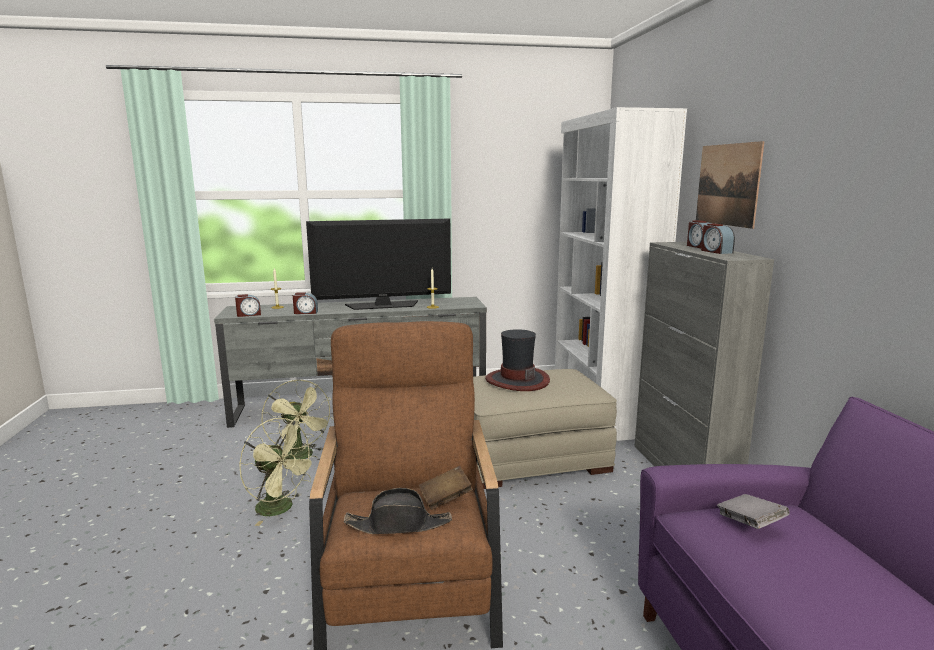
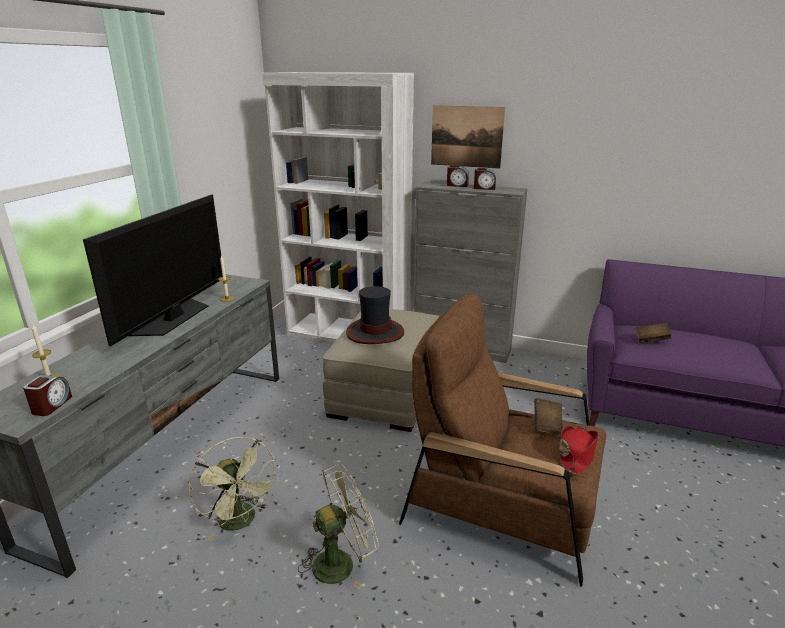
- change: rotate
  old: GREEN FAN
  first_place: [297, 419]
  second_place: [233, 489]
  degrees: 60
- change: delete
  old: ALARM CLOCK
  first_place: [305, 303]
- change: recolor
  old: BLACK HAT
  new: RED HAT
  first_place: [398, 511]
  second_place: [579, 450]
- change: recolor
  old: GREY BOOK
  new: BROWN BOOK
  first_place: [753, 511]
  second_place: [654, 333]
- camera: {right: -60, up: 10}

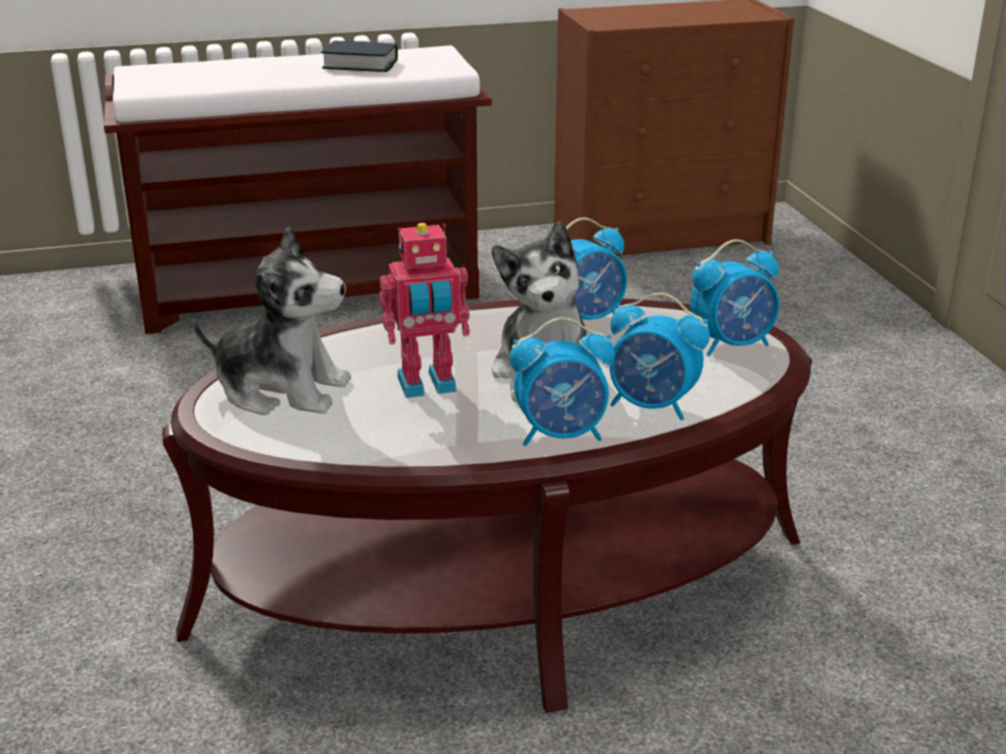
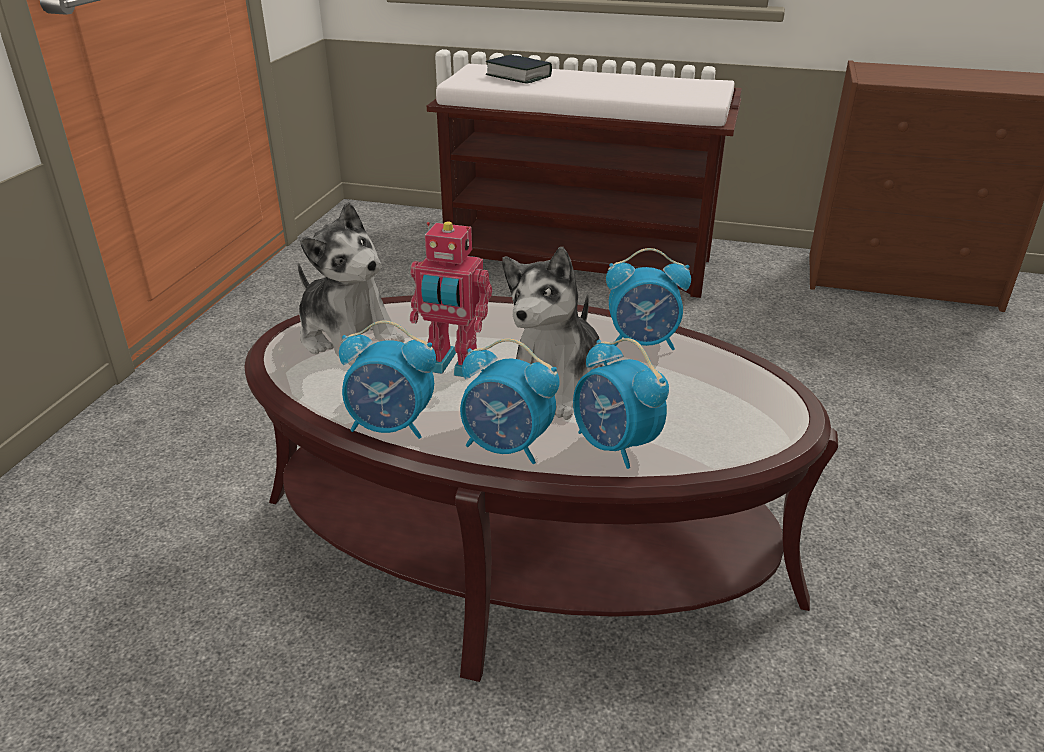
- change: move
  old: BOOK
  first_place: [359, 56]
  second_place: [519, 69]
- change: move
  old: ALARM CLOCK
  first_place: [734, 297]
  second_place: [387, 379]
- camera: {right: 30, up: 5}

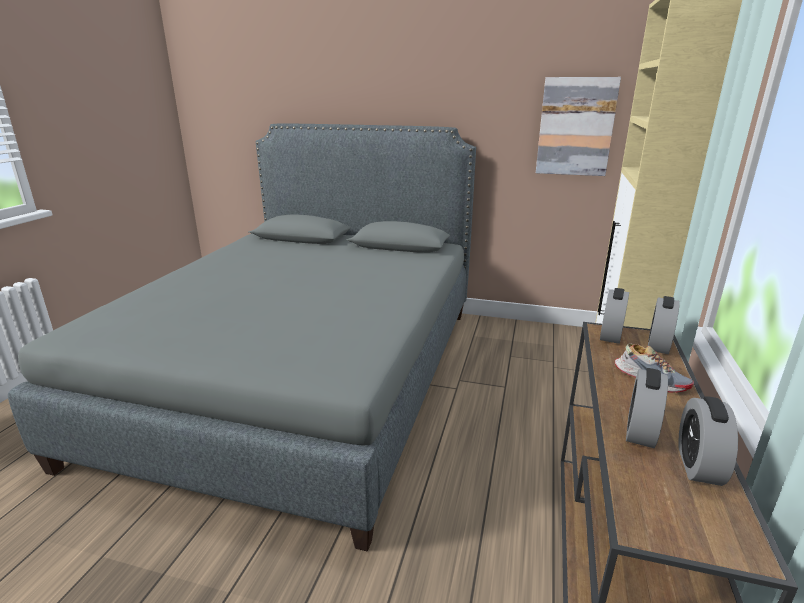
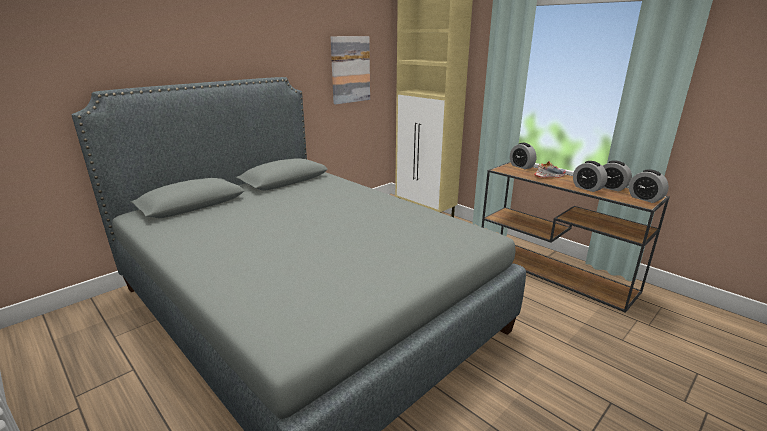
- change: move
  old: ALARM CLOCK
  first_place: [614, 316]
  second_place: [649, 186]
- camera: {right: -60, up: 0}

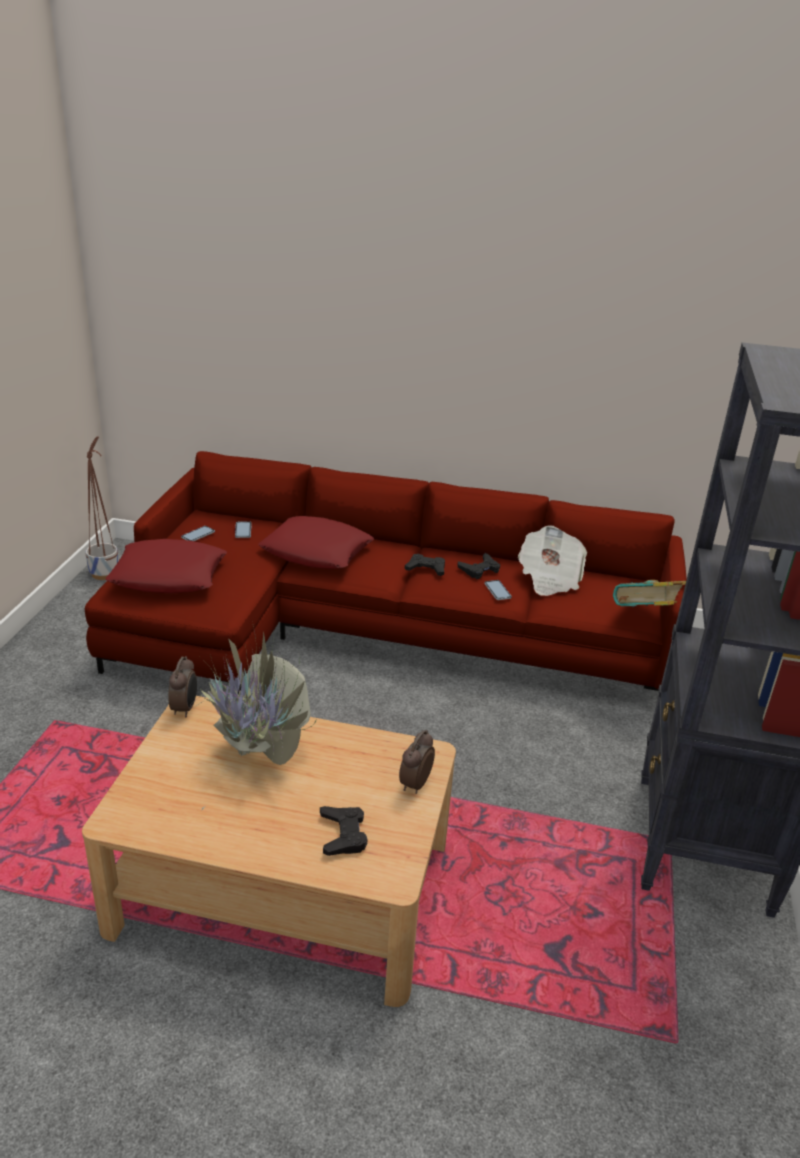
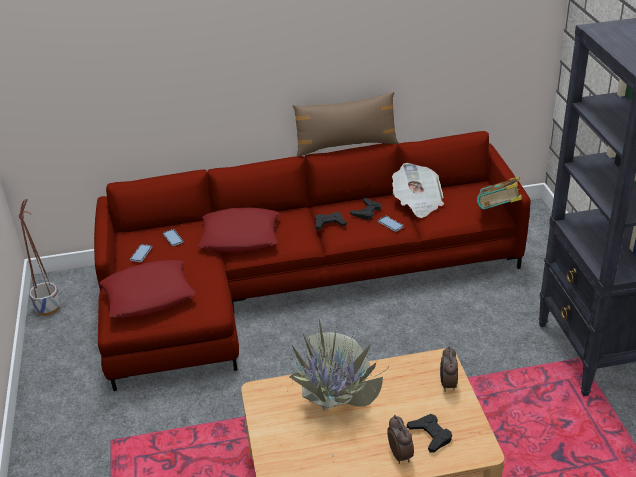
- change: move
  old: ALARM CLOCK
  first_place: [182, 686]
  second_place: [400, 439]
- change: insert
  new: BROWN PILLOW
  second_place: [346, 124]
- camera: {right: -20, up: 5}

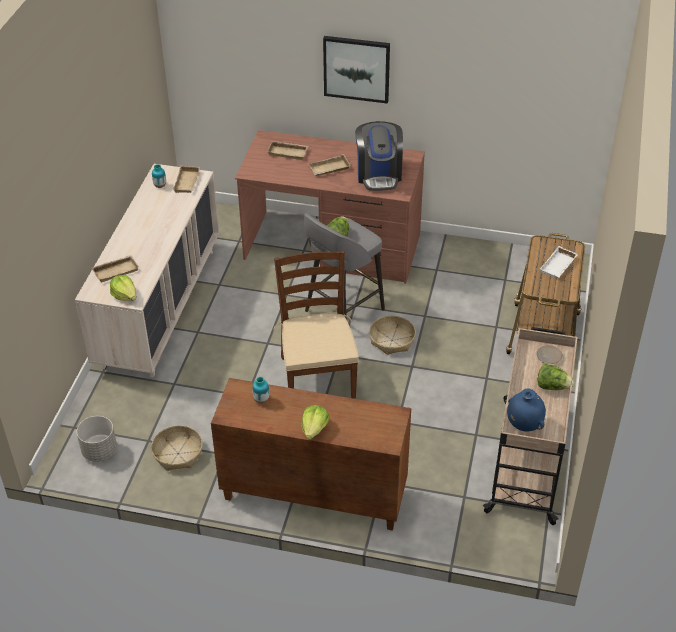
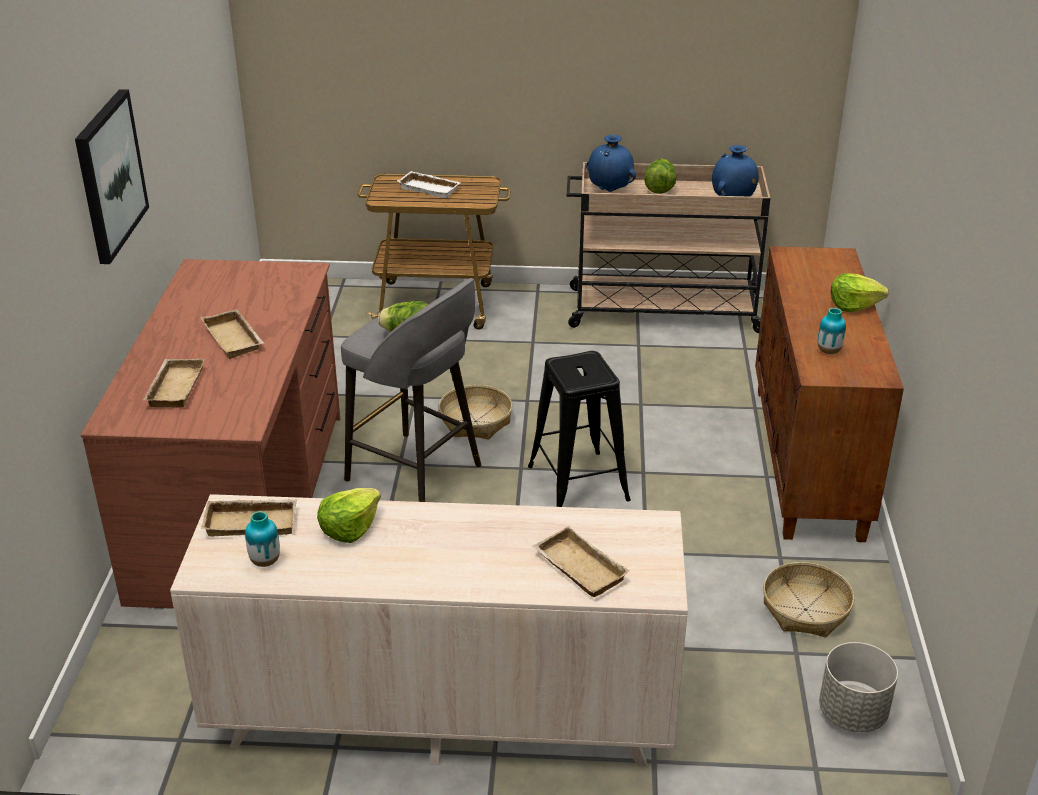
- change: move
  old: LETTUCE
  first_place: [123, 288]
  second_place: [349, 515]
- change: replace
  old: BROWN CHAIR
  new: BLACK STOOL
  first_place: [316, 325]
  second_place: [579, 429]
- change: delete
  old: COFFEE MACHINE
  first_place: [379, 156]
- change: replace
  old: BEIGE PLATE
  new: BLUE VASE
  first_place: [549, 354]
  second_place: [611, 163]
- camera: {right: -100, up: -10}

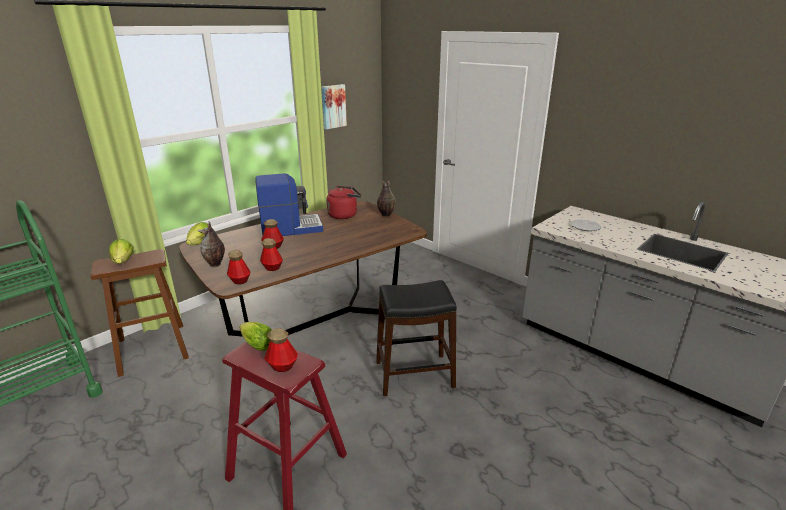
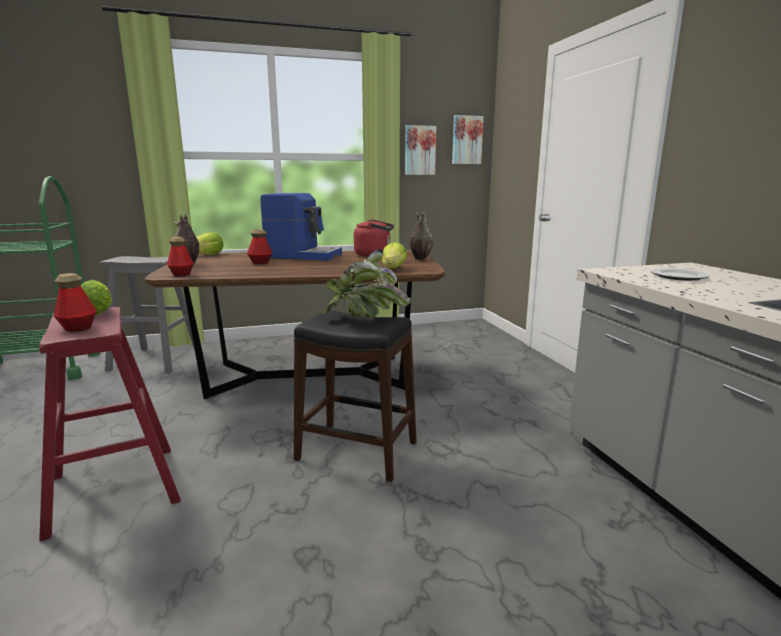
- change: recolor
  old: BROWN STOOL
  new: GREY STOOL
  first_place: [140, 313]
  second_place: [147, 314]
- change: move
  old: LETTUCE
  first_place: [121, 251]
  second_place: [394, 255]
- change: delete
  old: BOTTLE
  first_place: [271, 254]
- change: insert
  new: POTTED PLANT
  second_place: [366, 283]
- change: insert
  new: PICTURE
  second_place: [468, 139]
- camera: {right: 30, up: -10}

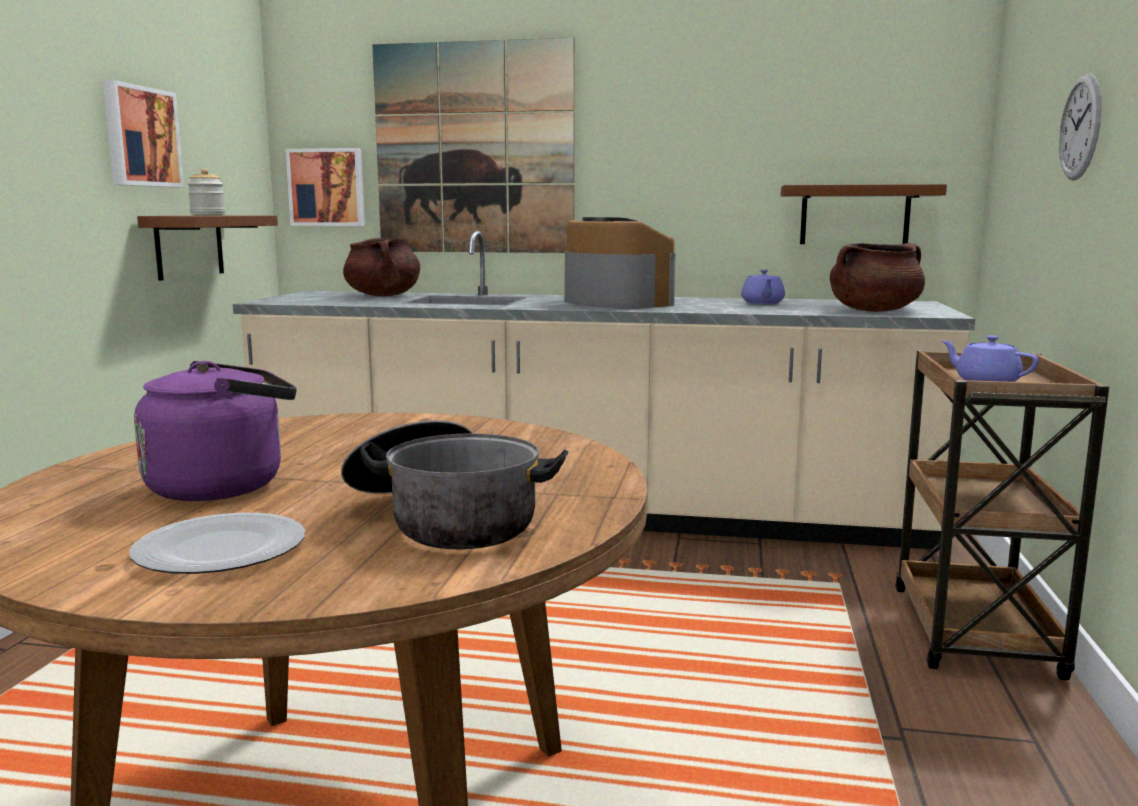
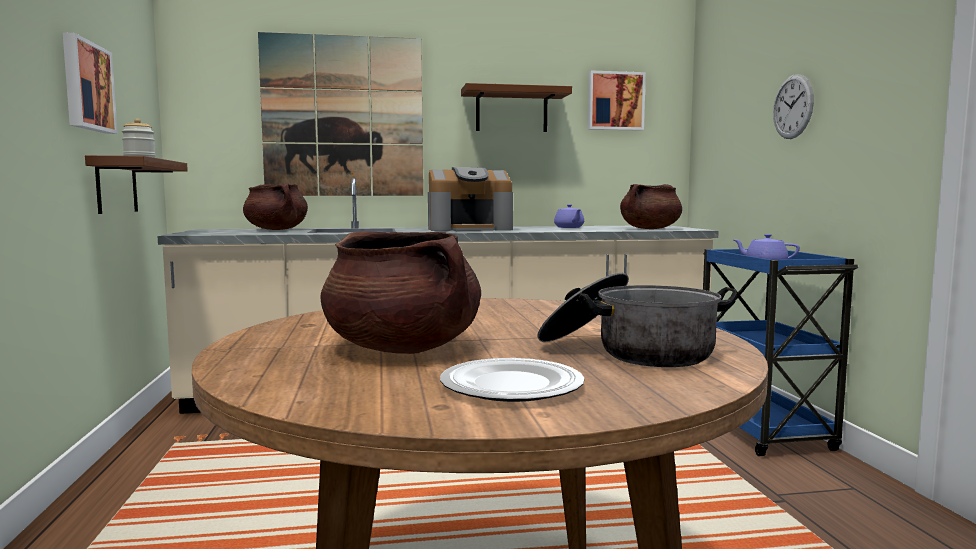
- change: replace
  old: PURPLE KETTLE
  new: BROWN COOKING POT
  first_place: [215, 431]
  second_place: [400, 292]
- change: move
  old: PICTURE
  first_place: [325, 187]
  second_place: [617, 100]
- change: rotate
  old: COFFEE MACHINE
  first_place: [620, 263]
  second_place: [470, 199]
  degrees: 135
- change: move
  old: BROWN SHELF
  first_place: [864, 214]
  second_place: [516, 107]
- change: recolor
  old: BROWN CART
  new: BLUE CART
  first_place: [1002, 515]
  second_place: [780, 352]
- camera: {right: -20, up: -5}

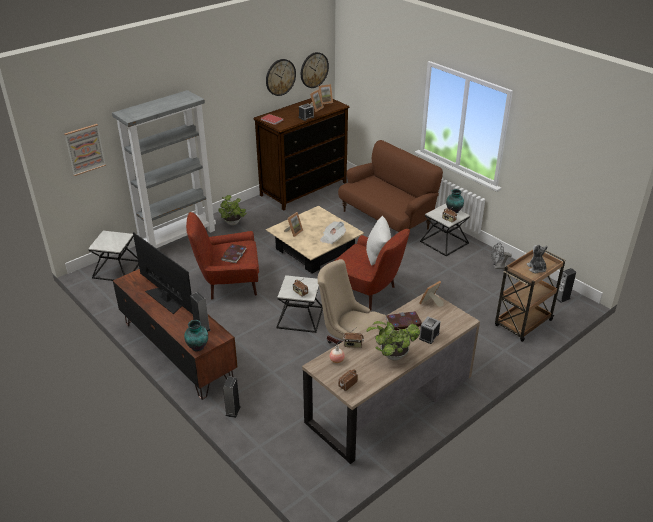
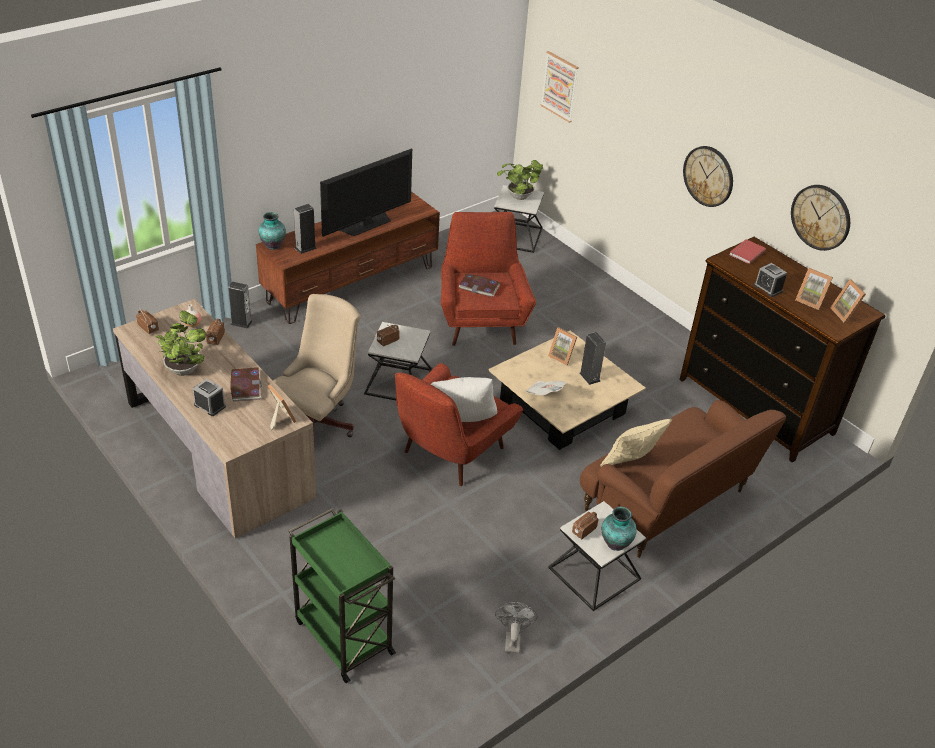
- change: delete
  old: GREY BOOKCASE
  first_place: [164, 169]
- change: move
  old: POTTED PLANT
  first_place: [232, 210]
  second_place: [520, 180]
- change: move
  old: WALL CLOCK
  first_place: [315, 70]
  second_place: [708, 176]
- change: recolor
  old: BROWN CART
  new: GREEN CART
  first_place: [530, 296]
  second_place: [342, 595]
- change: delete
  old: PLUSH TOY
  first_place: [537, 258]
- change: move
  old: SPEAKER
  first_place: [566, 285]
  second_place: [592, 358]
- change: insert
  new: BEIGE PILLOW
  second_place: [636, 443]
- camera: {right: 90, up: 5}

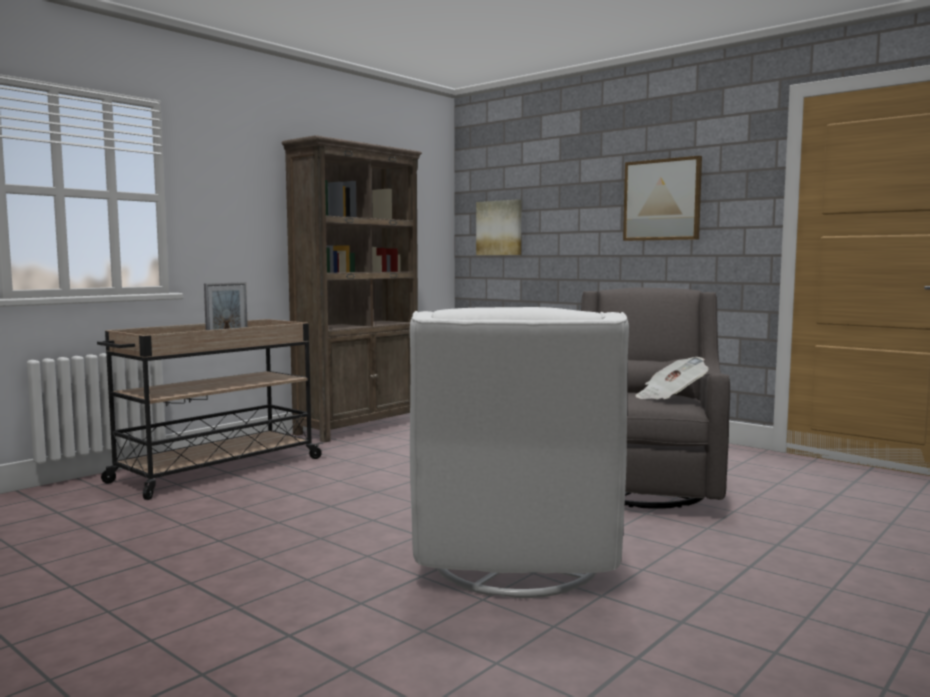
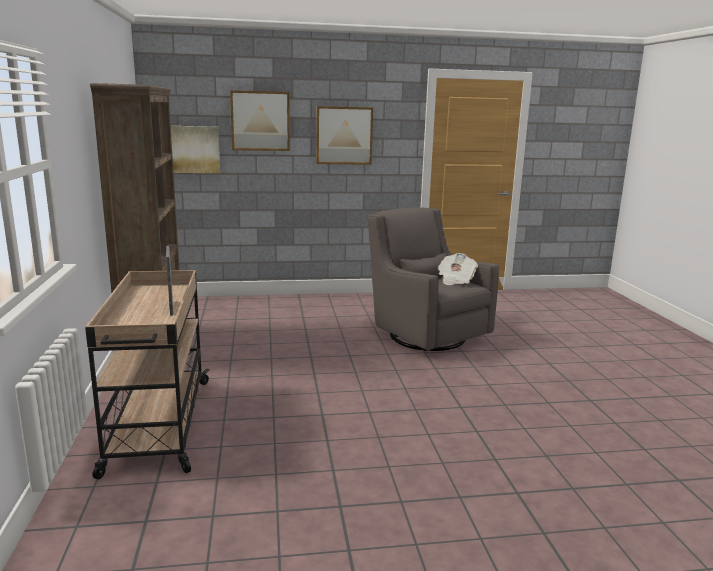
- change: delete
  old: WHITE ARMCHAIR
  first_place: [519, 452]
- change: insert
  new: PICTURE
  second_place: [260, 120]
- camera: {right: -50, up: 10}

